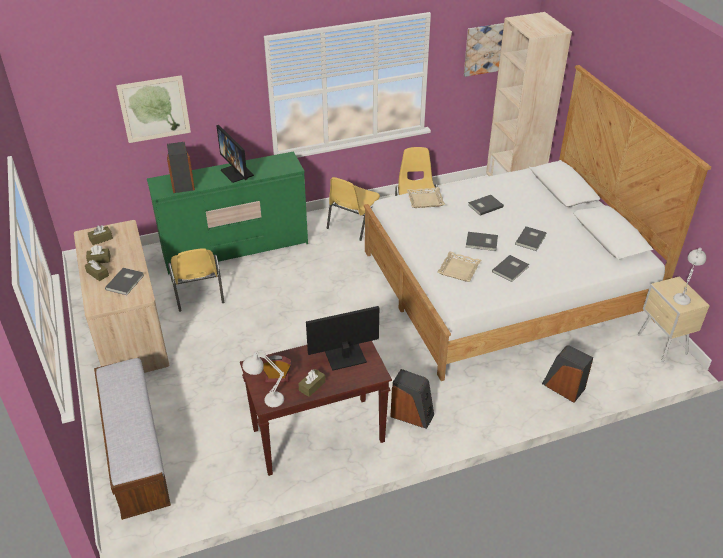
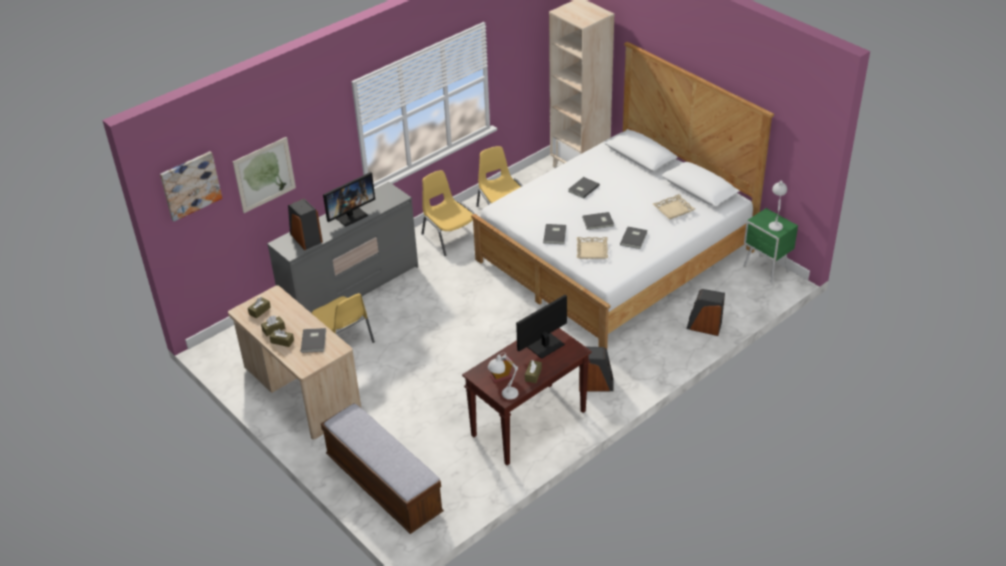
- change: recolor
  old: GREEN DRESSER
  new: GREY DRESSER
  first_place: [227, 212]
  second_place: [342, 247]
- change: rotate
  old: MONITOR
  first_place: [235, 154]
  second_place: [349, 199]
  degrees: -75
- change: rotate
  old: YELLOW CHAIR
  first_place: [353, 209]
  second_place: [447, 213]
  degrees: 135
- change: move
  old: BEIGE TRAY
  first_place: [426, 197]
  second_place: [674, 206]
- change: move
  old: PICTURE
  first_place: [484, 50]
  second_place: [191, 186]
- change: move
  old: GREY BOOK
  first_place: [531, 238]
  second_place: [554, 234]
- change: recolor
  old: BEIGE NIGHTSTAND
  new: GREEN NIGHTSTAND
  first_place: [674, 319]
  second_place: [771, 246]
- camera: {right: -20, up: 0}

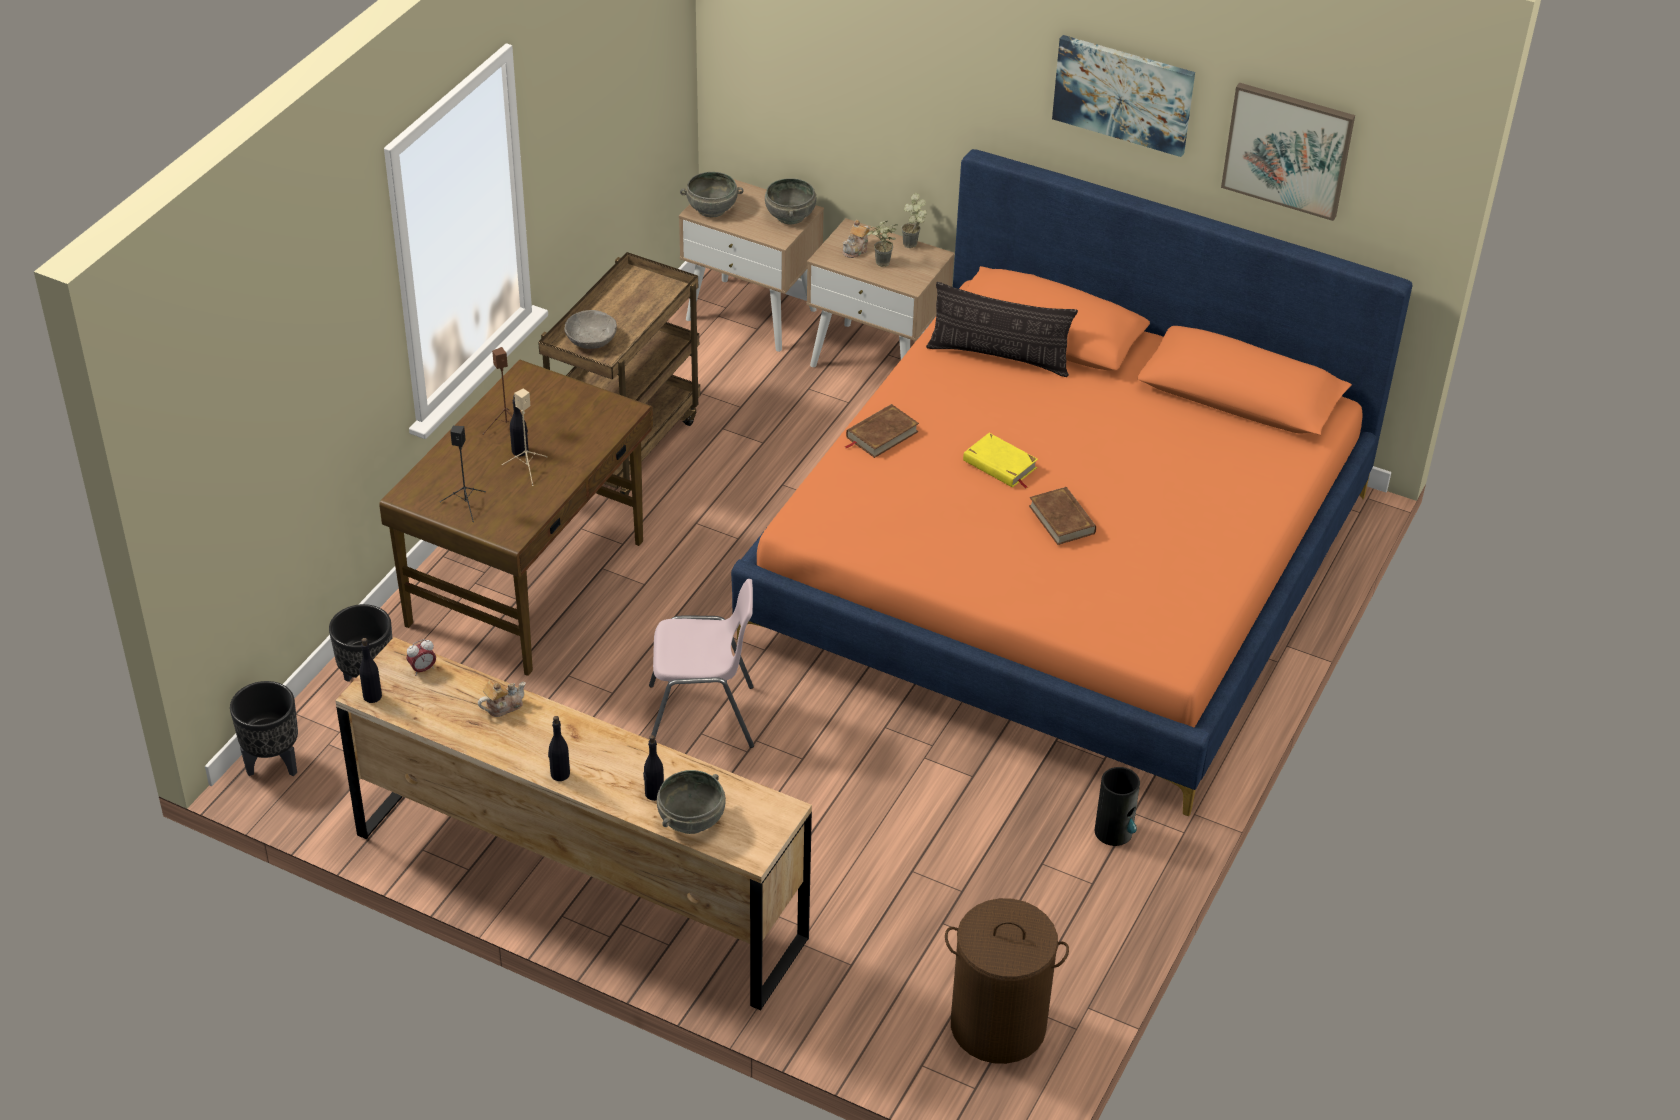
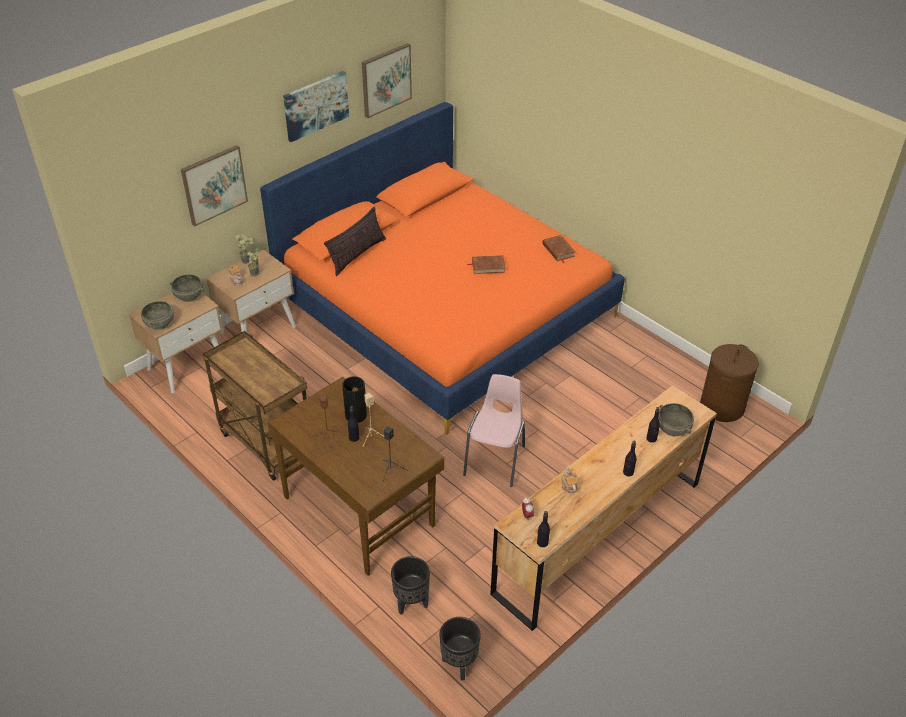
- change: delete
  old: GREY BOWL
  first_place: [590, 329]
- change: move
  old: BROWN BOOK
  first_place: [882, 431]
  second_place: [558, 249]
- change: delete
  old: YELLOW BOOK
  first_place: [1000, 460]
- change: move
  old: VASE
  first_place: [1117, 806]
  second_place: [354, 399]
- change: insert
  new: PICTURE
  second_place: [214, 185]
- camera: {right: -70, up: 0}

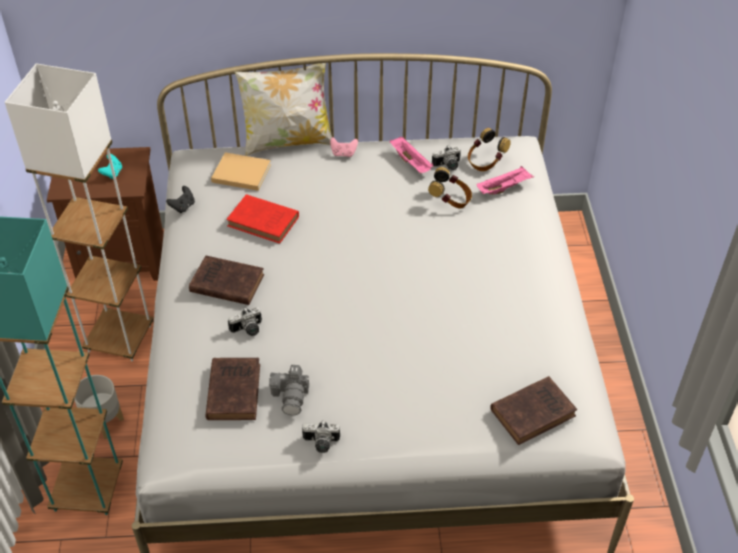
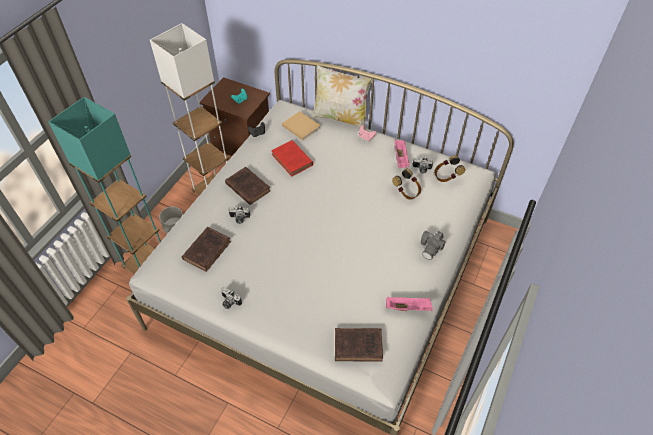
- change: move
  old: PHOTO CAMERA
  first_place: [289, 390]
  second_place: [433, 245]
- change: move
  old: PINK TRAY
  first_place: [505, 180]
  second_place: [409, 304]
- camera: {right: 30, up: 5}

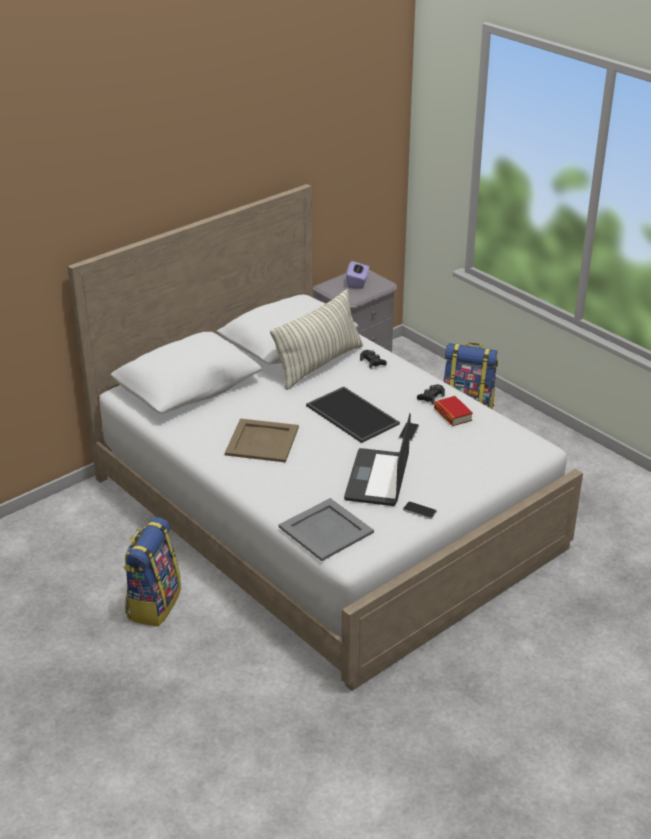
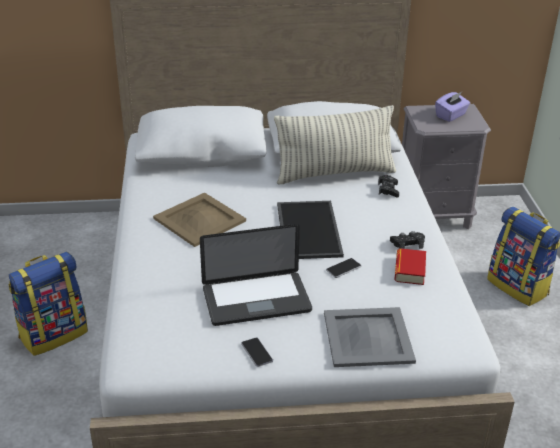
- change: move
  old: GREY TRAY
  first_place: [326, 529]
  second_place: [370, 337]
- change: rotate
  old: LAPTOP
  first_place: [377, 459]
  second_place: [256, 275]
  degrees: -150
- camera: {right: 35, up: 0}

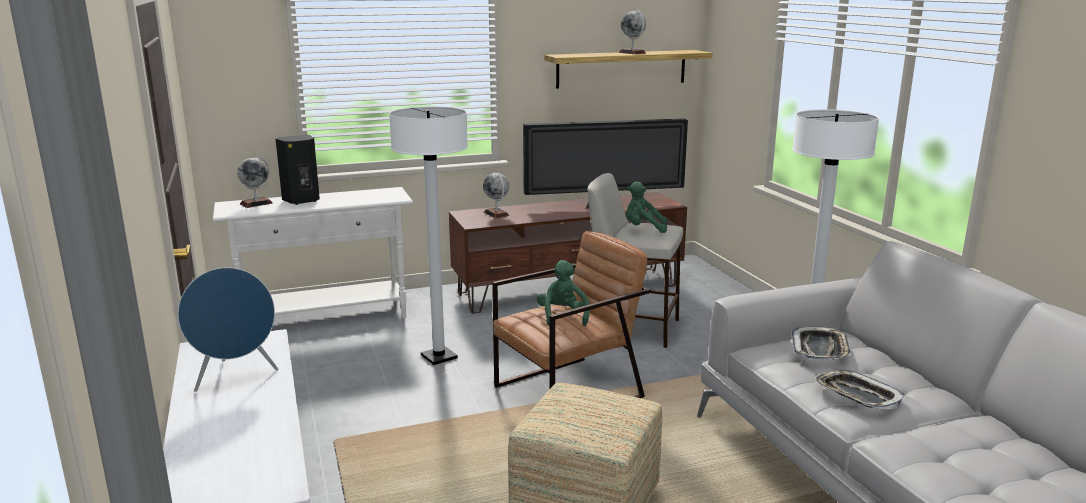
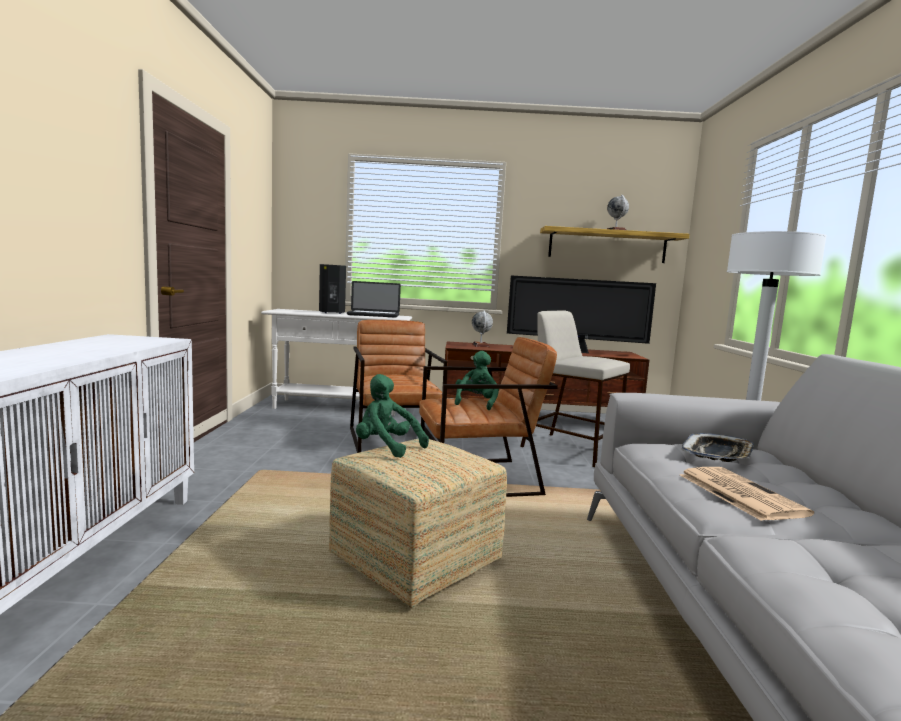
- change: delete
  old: BLUE SPEAKER
  first_place: [228, 329]
- change: delete
  old: GLOBE
  first_place: [255, 182]
- change: replace
  old: WHITE FLOOR LAMP
  new: BROWN ARMCHAIR
  first_place: [428, 235]
  second_place: [399, 386]
- change: move
  old: GREEN PLUSH TOY
  first_place: [647, 207]
  second_place: [392, 416]
- change: replace
  old: TRAY
  new: NEWSPAPER
  first_place: [860, 390]
  second_place: [747, 494]
- change: insert
  new: LAPTOP
  second_place: [374, 299]
- camera: {right: 20, up: -10}

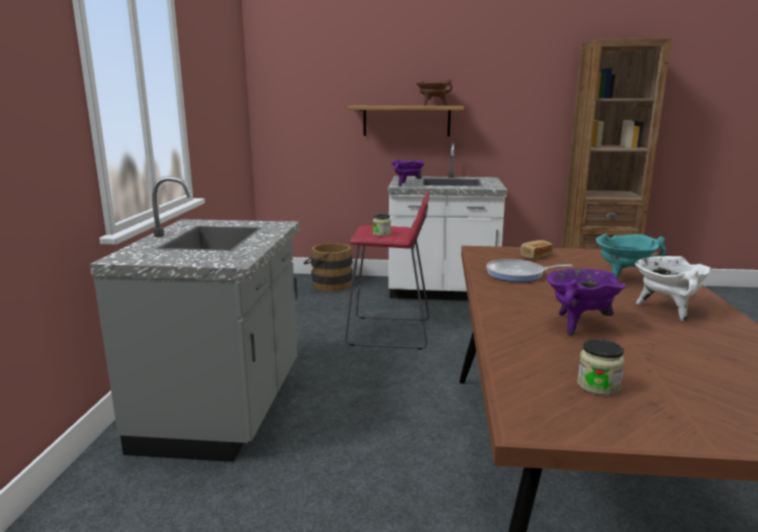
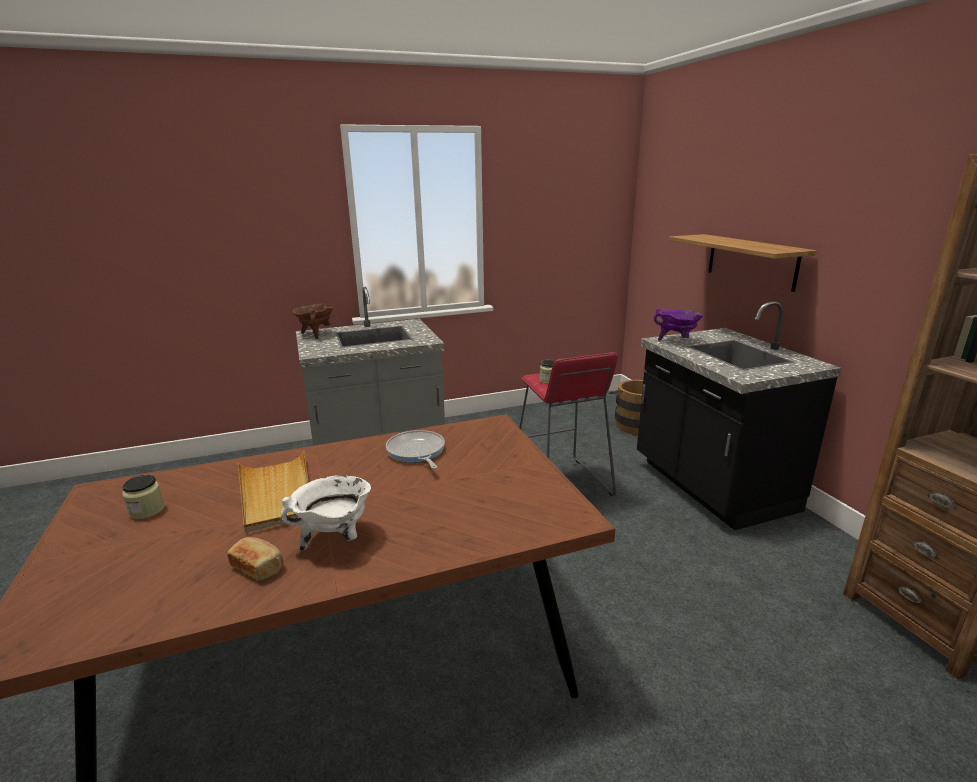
- change: recolor
  old: WHITE COUNTER
  new: BLACK COUNTER
  first_place: [447, 222]
  second_place: [739, 415]
- change: move
  old: BROWN COOKING POT
  first_place: [434, 92]
  second_place: [313, 321]
- change: move
  old: BREAD
  first_place: [536, 249]
  second_place: [255, 559]
- change: replace
  old: PURPLE COOKING POT
  new: BEIGE TRAY
  first_place: [586, 302]
  second_place: [273, 492]
- change: delete
  old: TURQUOISE COOKING POT
  first_place: [631, 256]
- camera: {right: 65, up: 5}

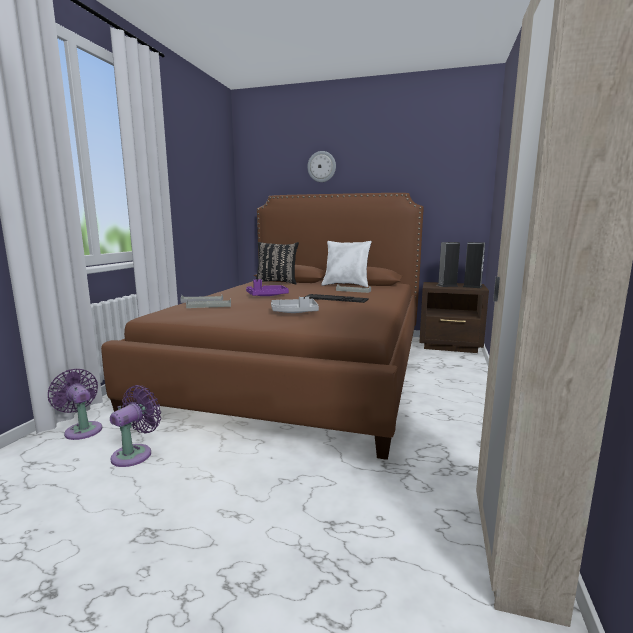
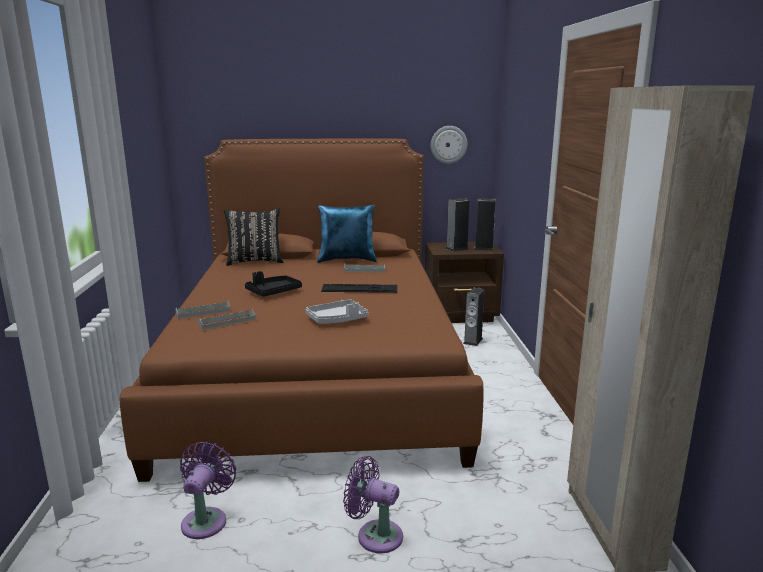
- change: move
  old: PURPLE FAN
  first_place: [75, 404]
  second_place: [373, 505]
- change: recolor
  old: PURPLE TRAY
  new: BLACK TRAY
  first_place: [267, 287]
  second_place: [273, 284]
- change: move
  old: WALL CLOCK
  first_place: [321, 166]
  second_place: [449, 145]
- change: recolor
  old: WHITE PILLOW
  new: BLUE PILLOW
  first_place: [346, 264]
  second_place: [347, 233]
- change: insert
  new: SPEAKER
  second_place: [473, 317]
- camera: {right: -20, up: 5}

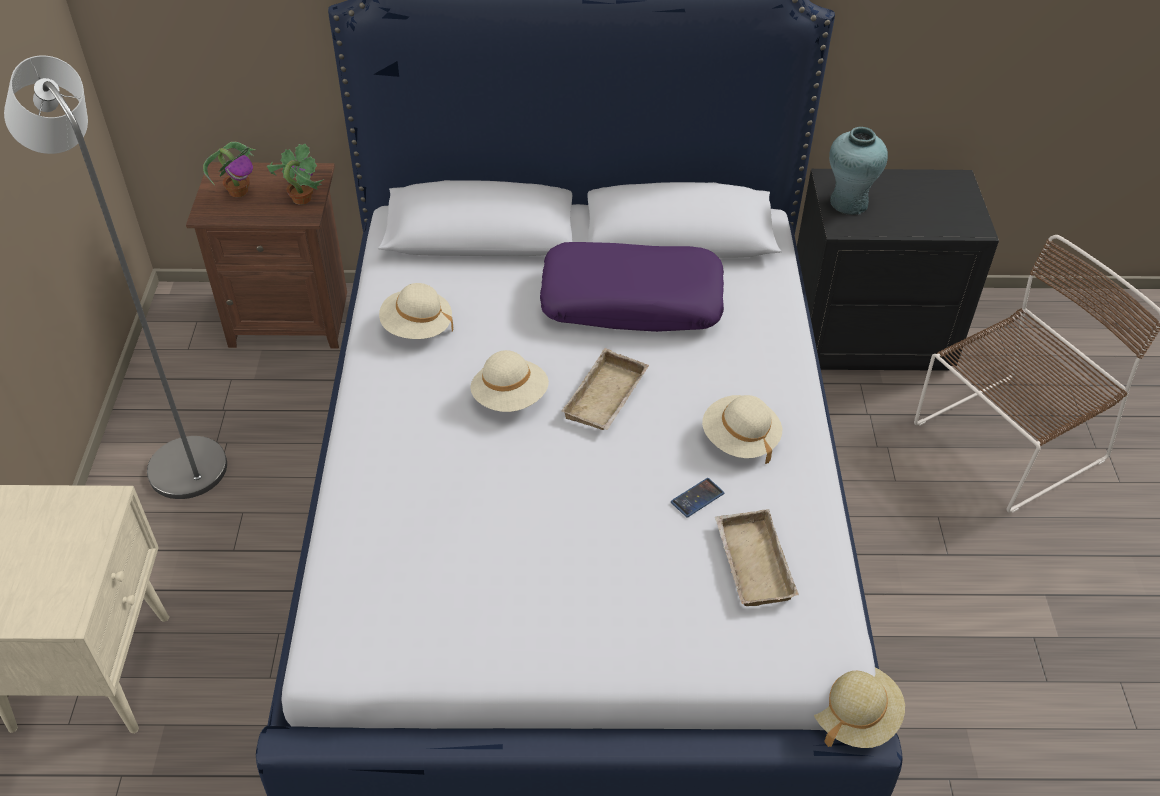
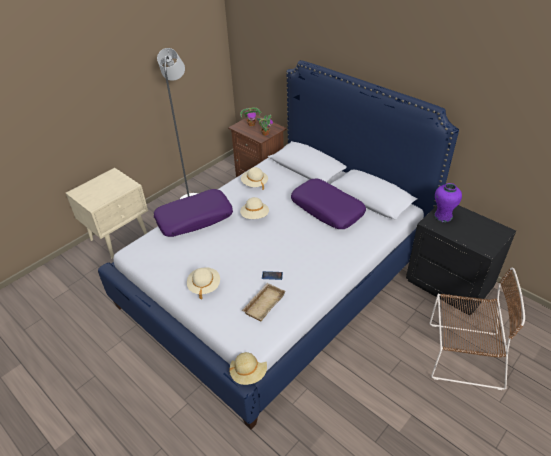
- change: delete
  old: BEIGE TRAY
  first_place: [605, 389]
- change: move
  old: BEIGE HAT
  first_place: [742, 429]
  second_place: [203, 283]
- change: recolor
  old: TURQUOISE VASE
  new: PURPLE VASE
  first_place: [858, 171]
  second_place: [448, 202]
- change: insert
  new: PURPLE PILLOW
  second_place: [193, 213]
- camera: {right: 45, up: -5}

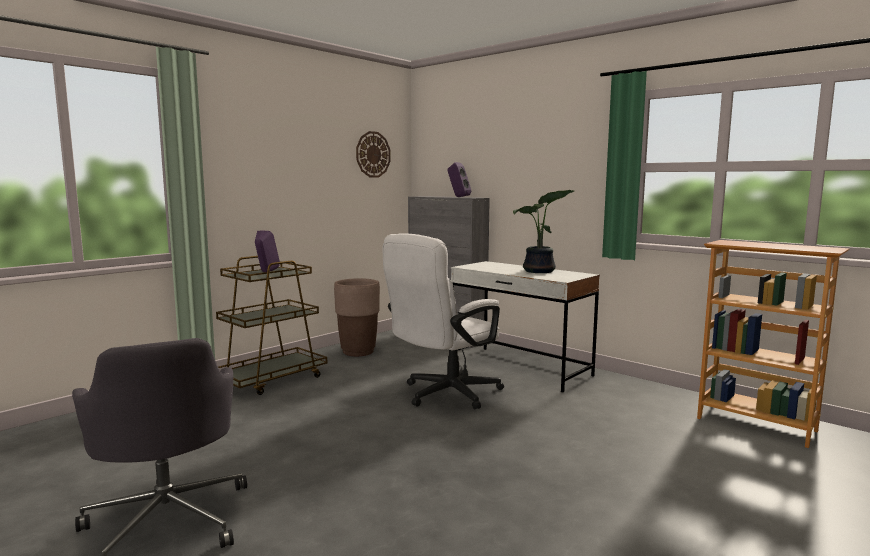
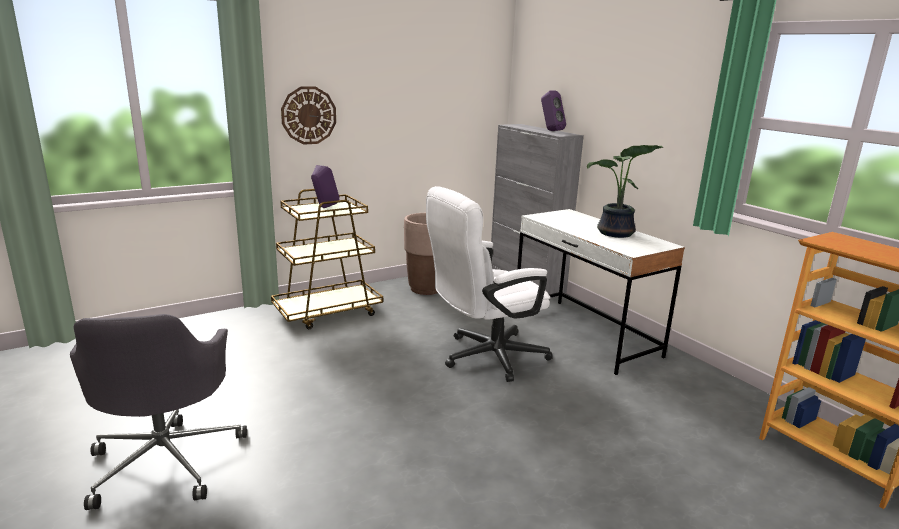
- change: move
  old: WALL CLOCK
  first_place: [373, 154]
  second_place: [308, 115]
- camera: {right: 15, up: 10}

